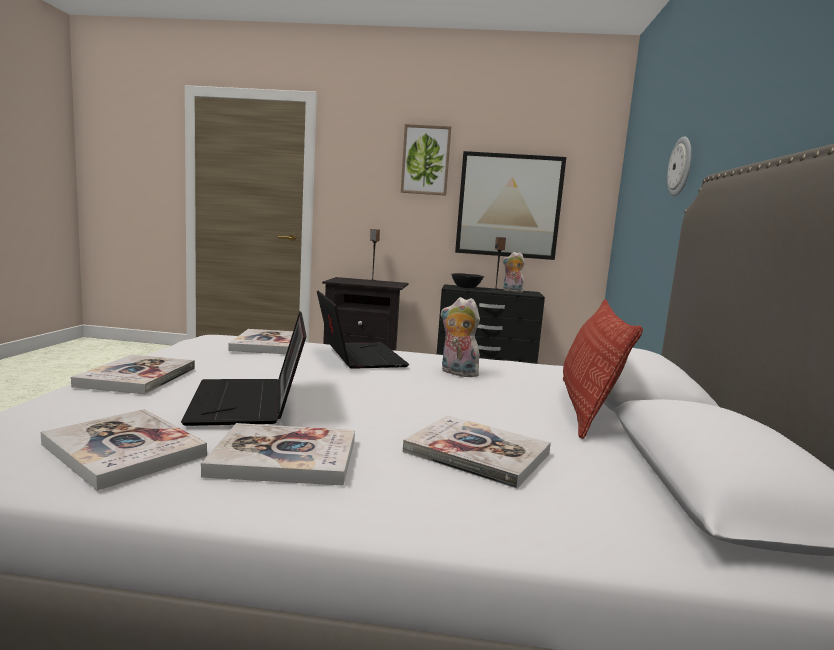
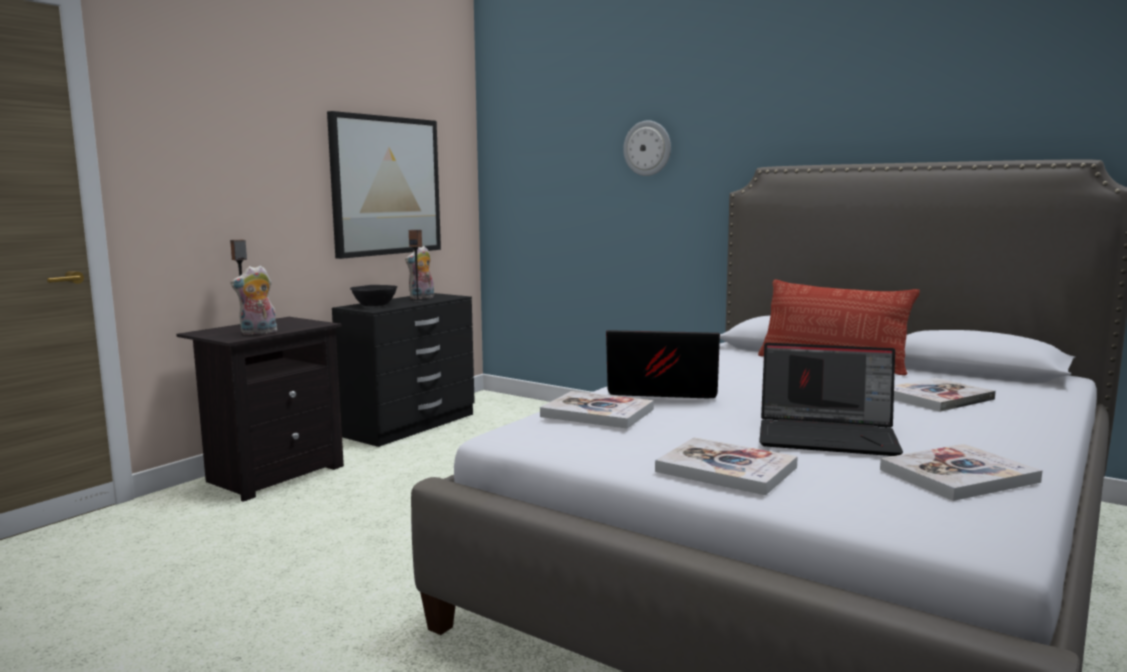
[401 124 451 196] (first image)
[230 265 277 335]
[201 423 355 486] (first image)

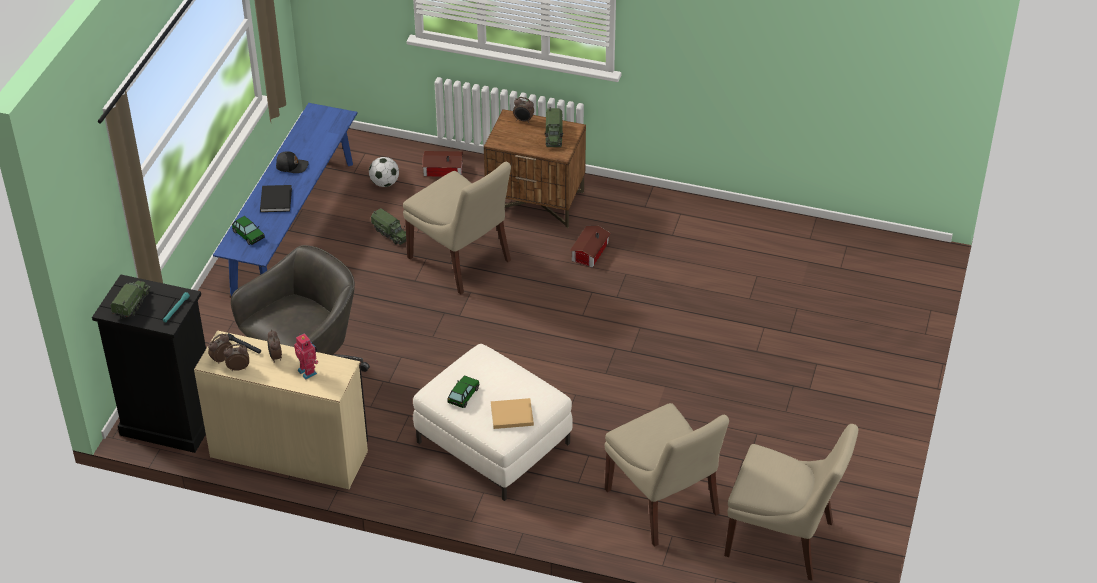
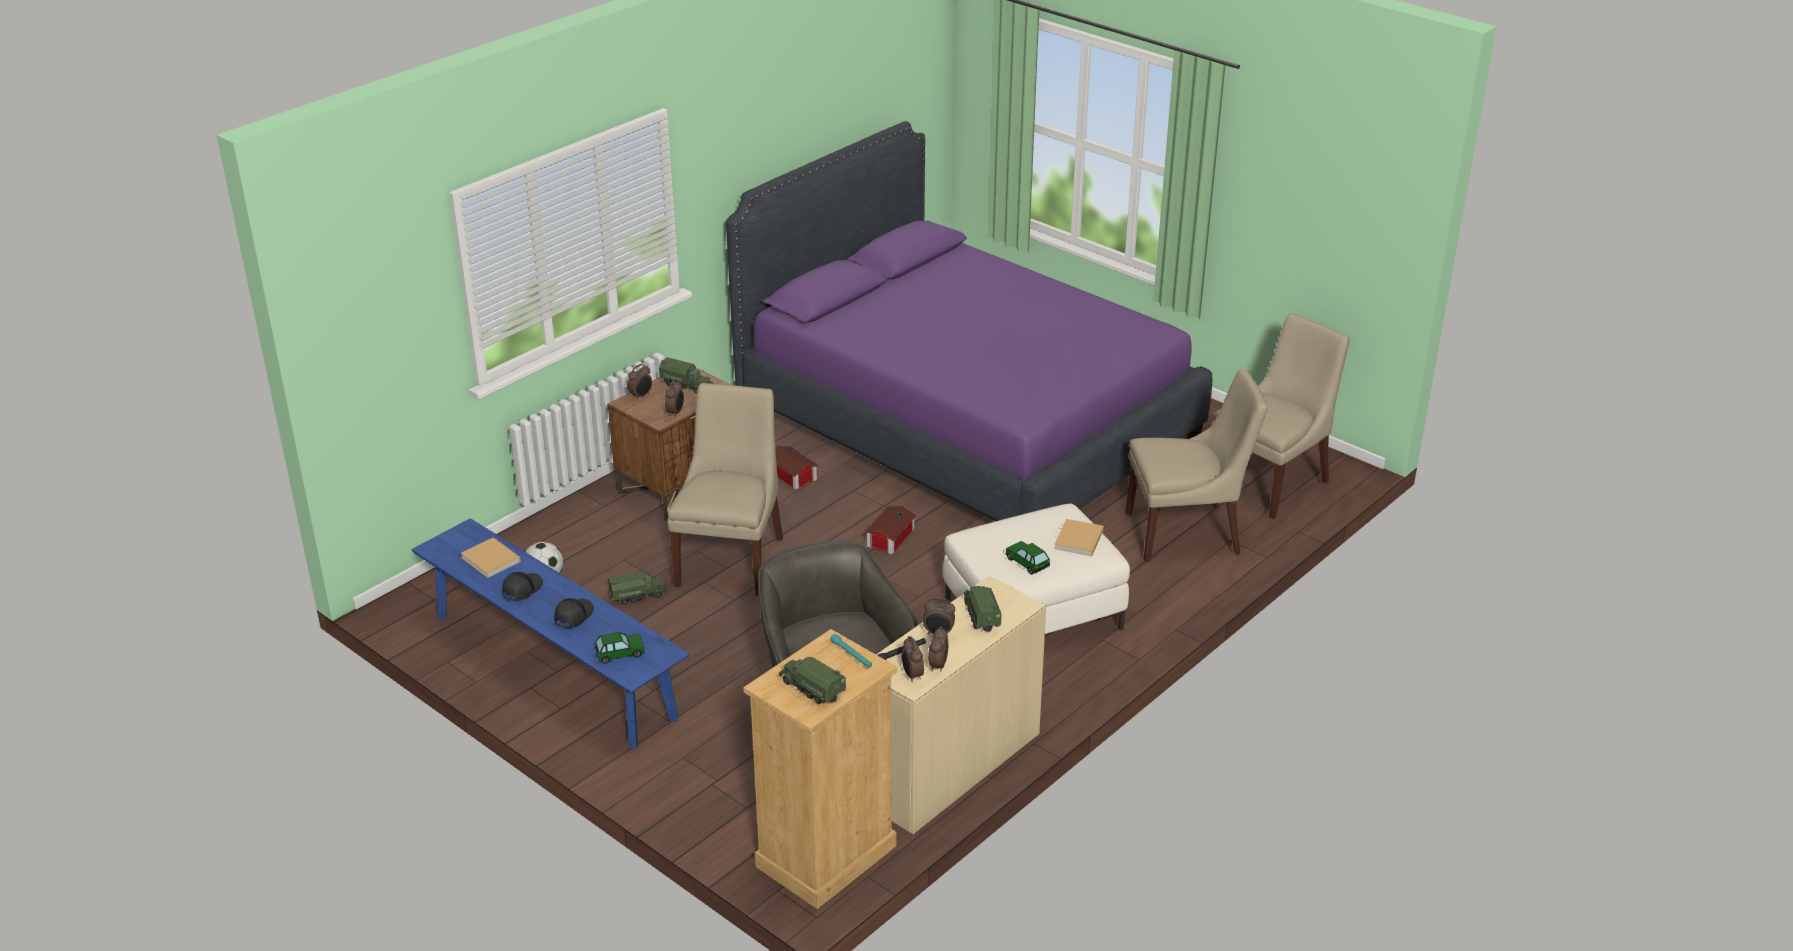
[864 506 917 554]
[667 383 783 596]
[554 598 594 628]
[743 629 898 909]
[964 586 1002 632]
[726 121 1212 521]
[665 380 684 417]
[460 538 521 578]

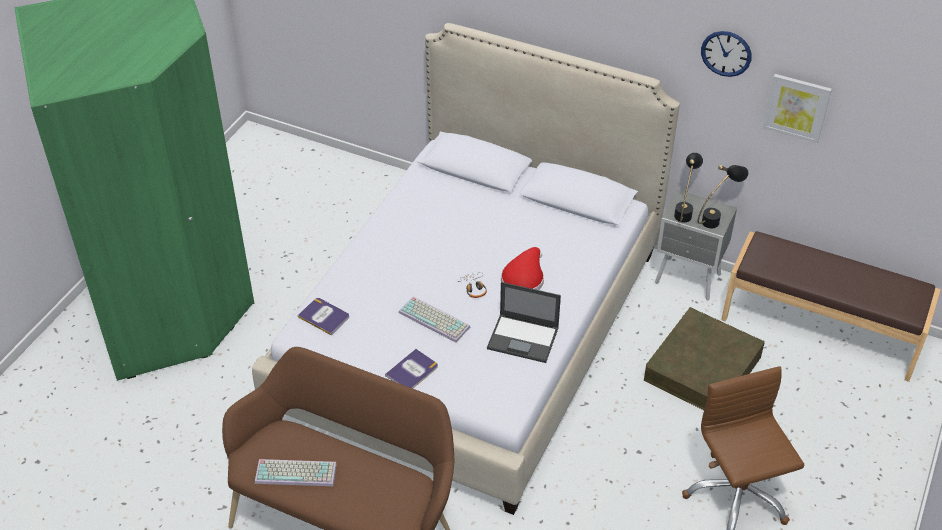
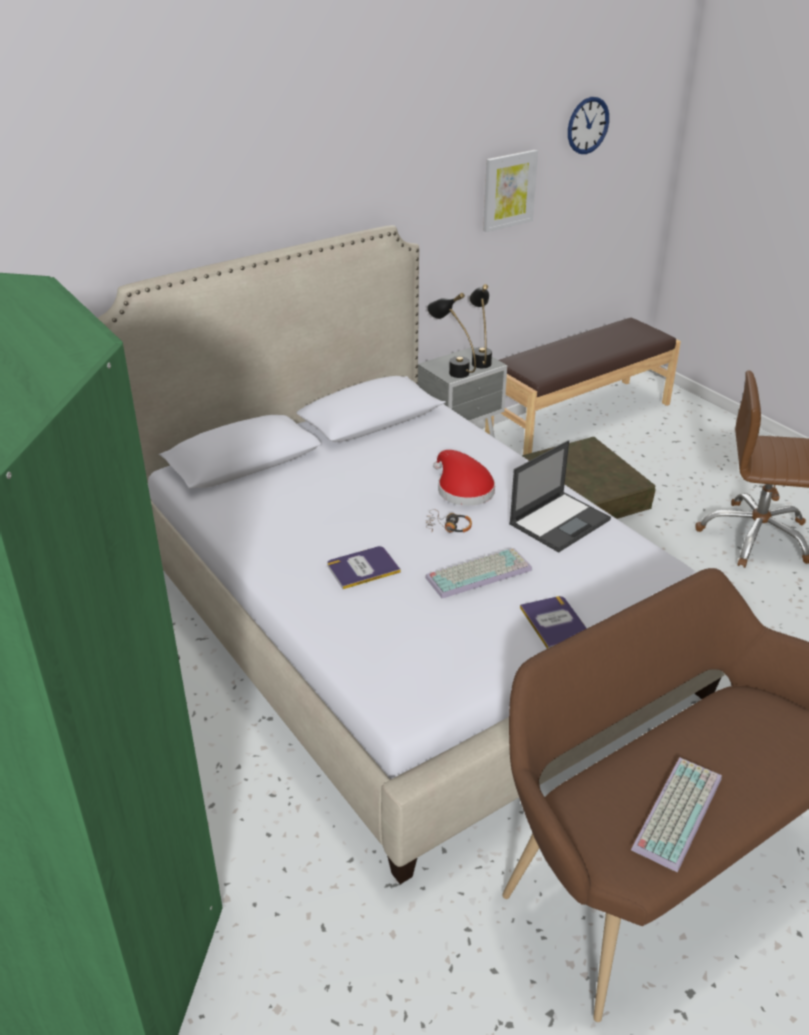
[568 97 609 154]
[327 546 401 589]

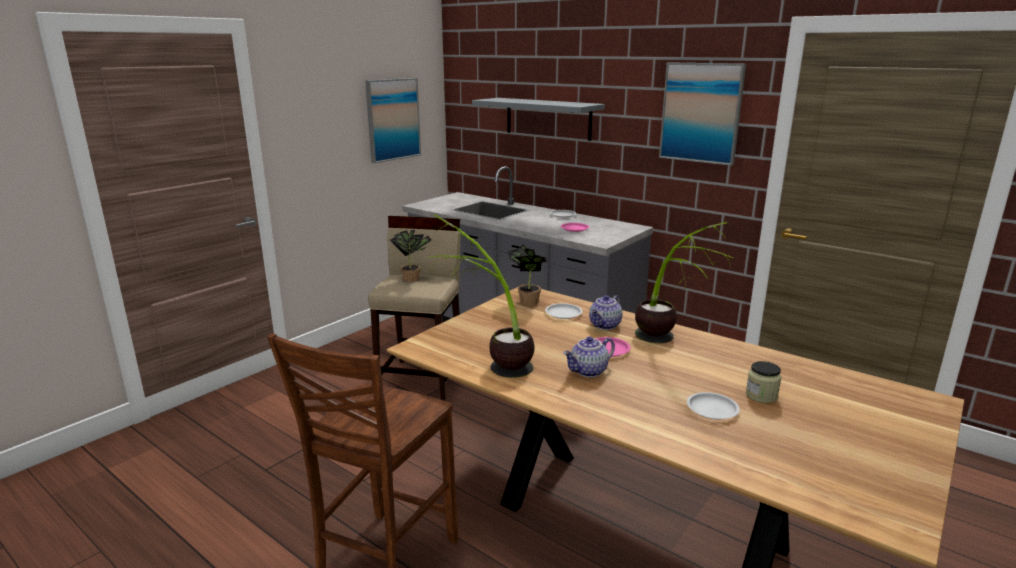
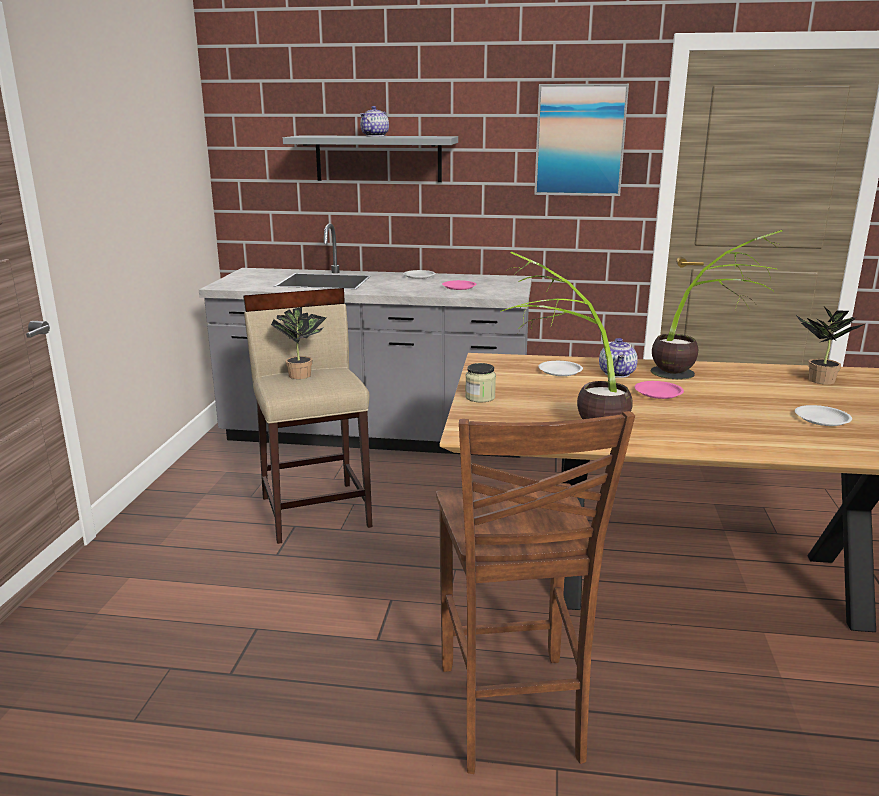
[365 78 421 163] (first image)
[796 307 864 384]
[360 106 389 136]
[465 363 496 402]

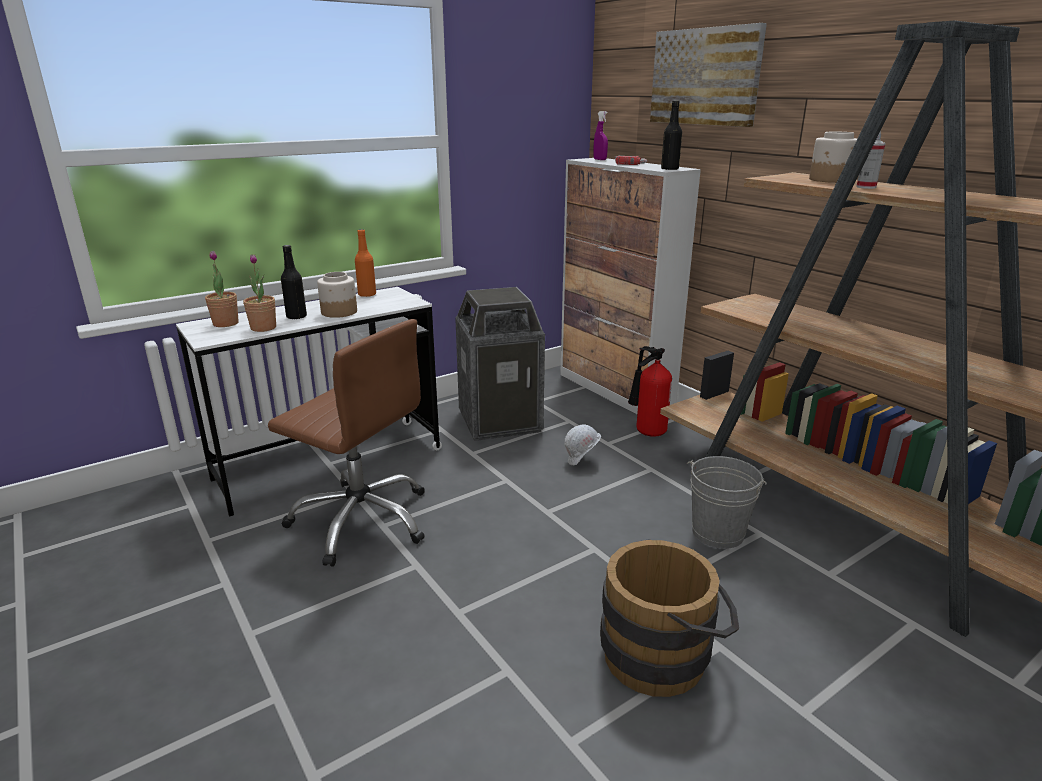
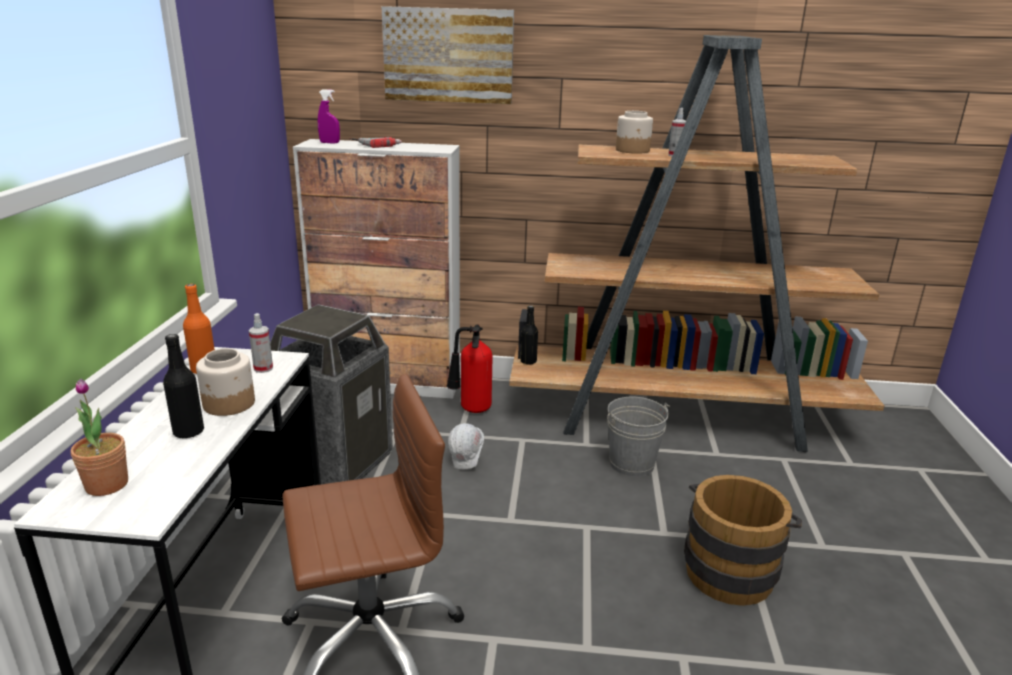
[520 305 538 365]
[243 254 276 332] (first image)
[249 313 273 373]

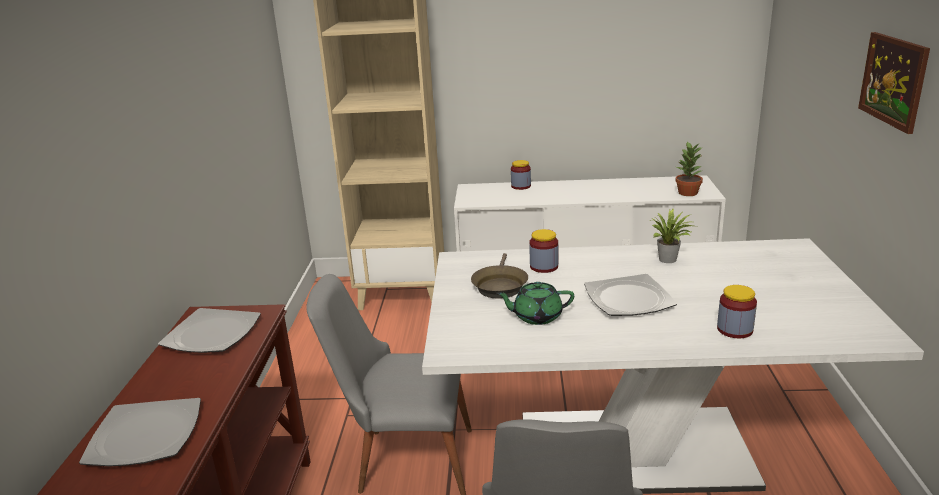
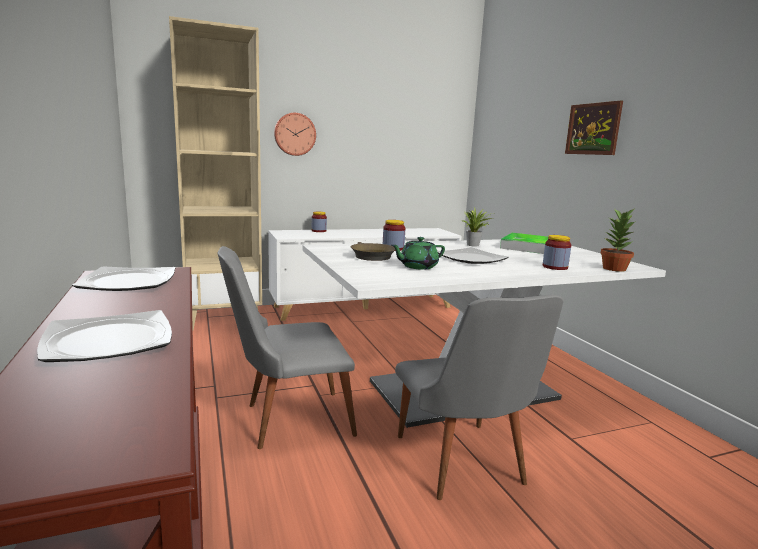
[600 208 636 272]
[274 113 316 156]
[500 233 548 254]

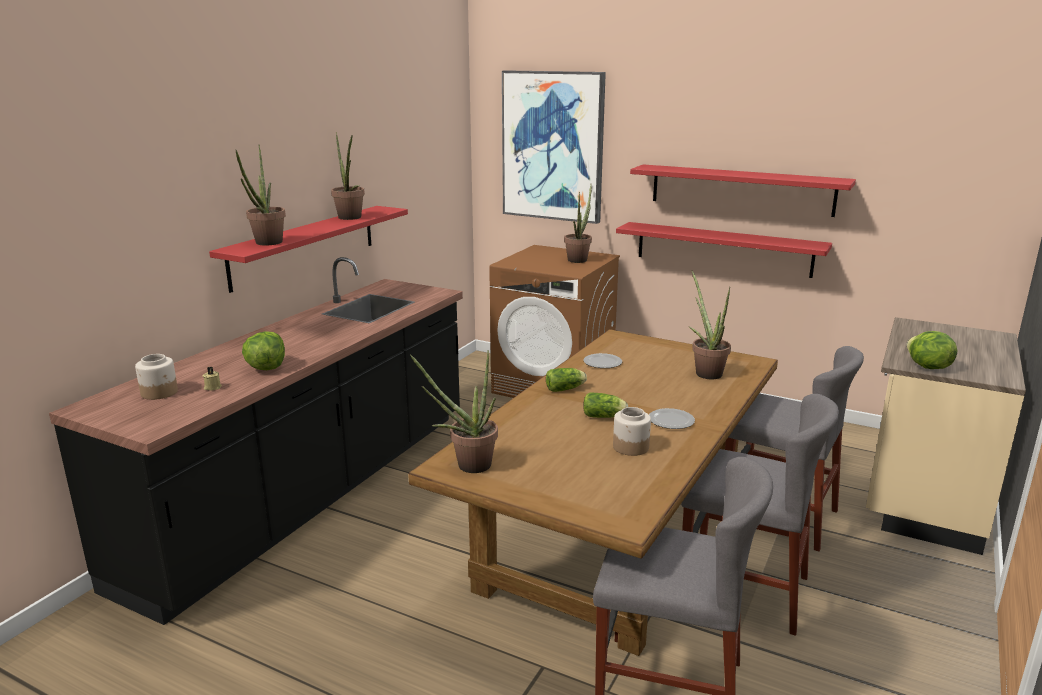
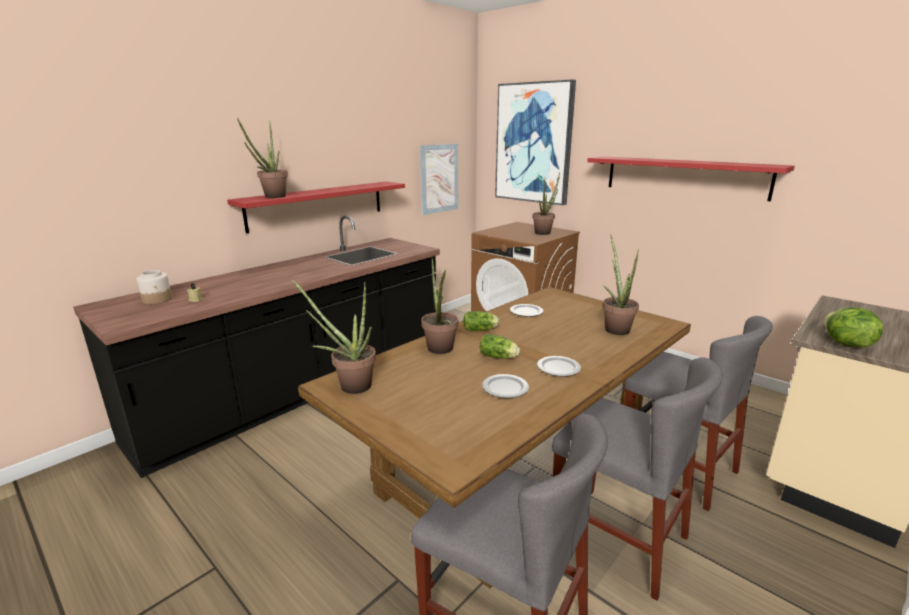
[421 256 459 354]
[616 222 832 278] (first image)
[242 331 285 370] (first image)
[482 374 529 398]
[420 144 458 215]

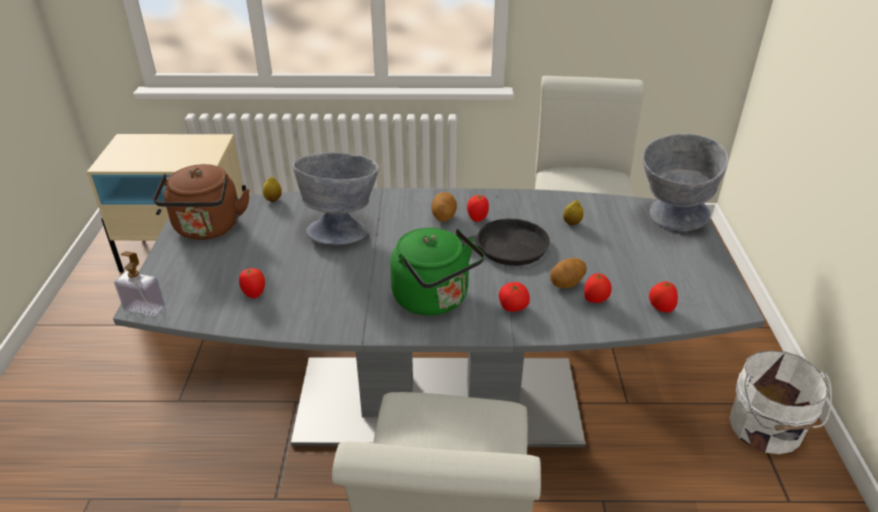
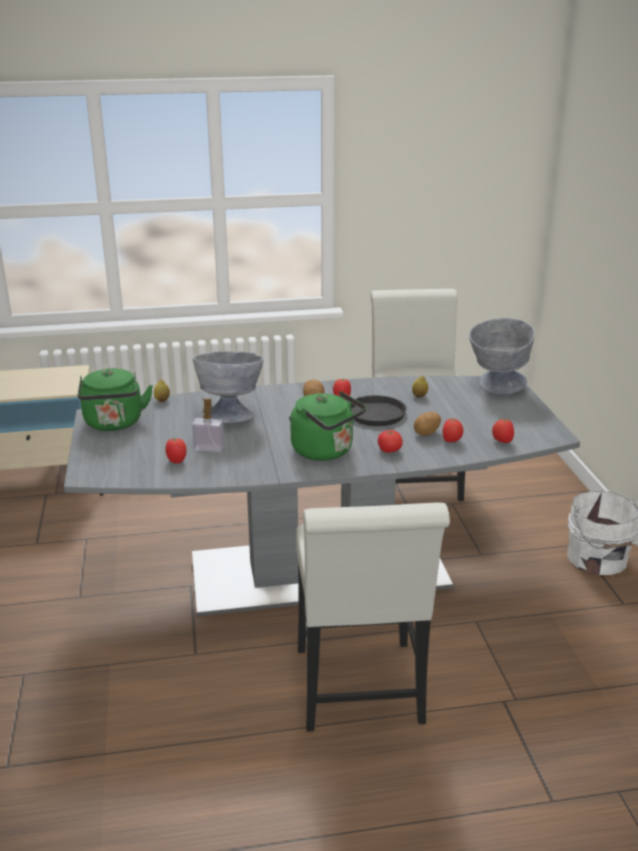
[78 369 153 431]
[192 398 225 452]

